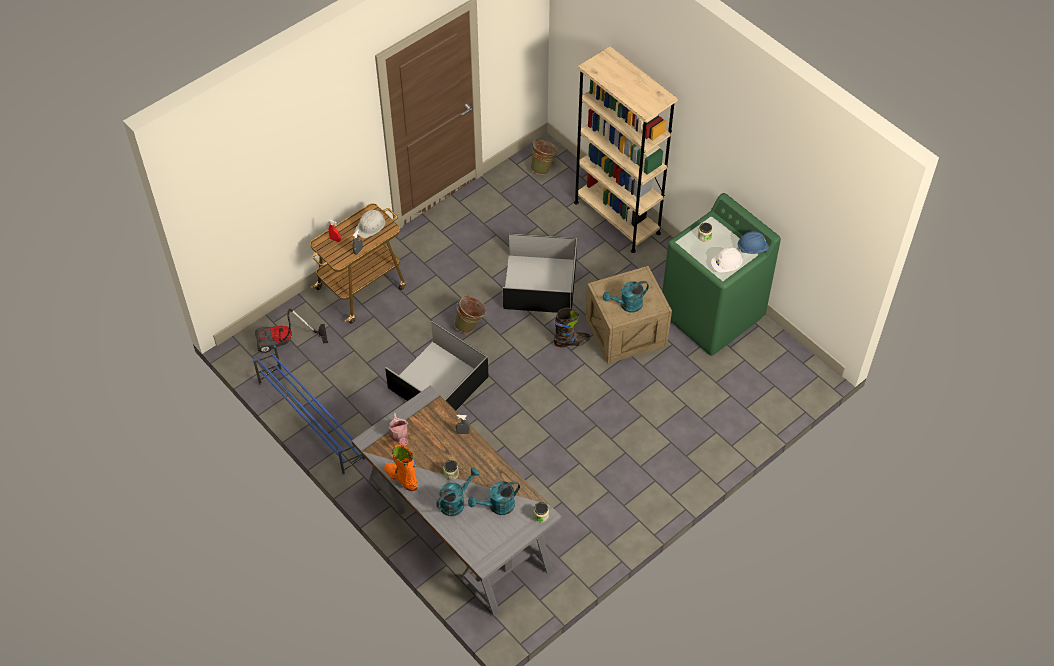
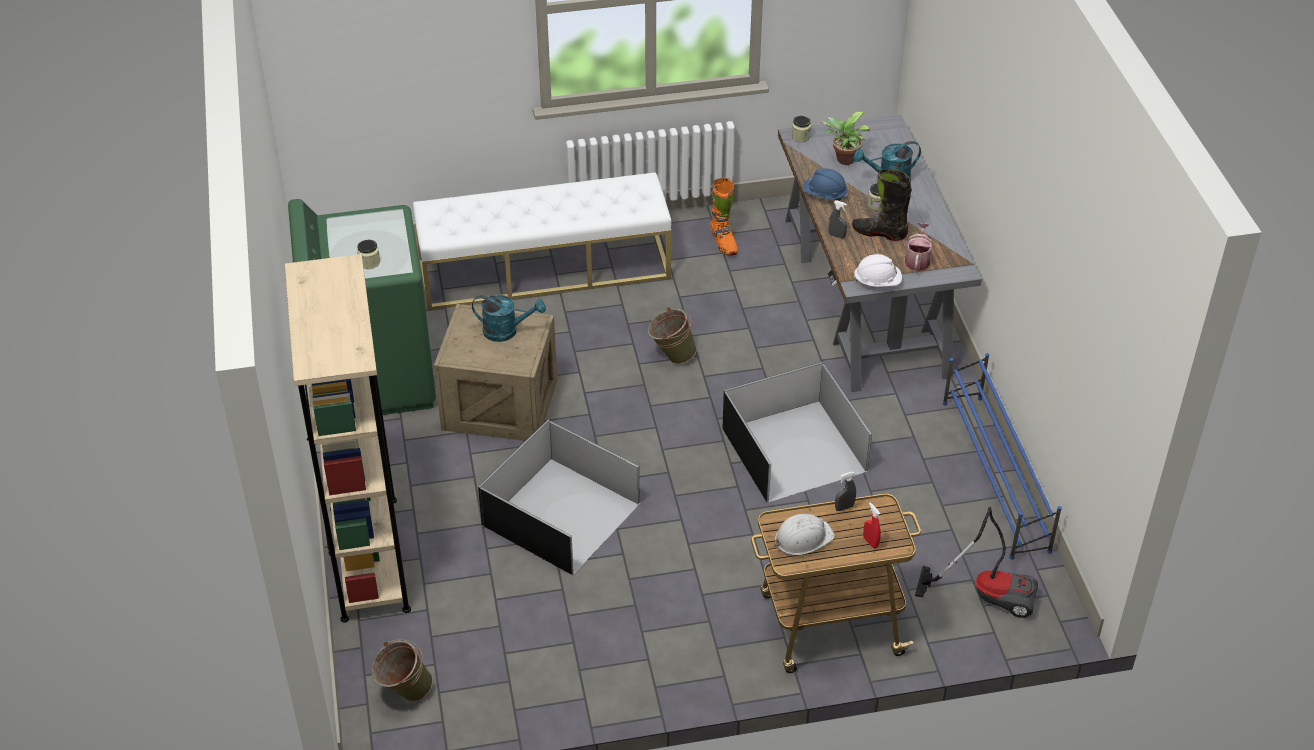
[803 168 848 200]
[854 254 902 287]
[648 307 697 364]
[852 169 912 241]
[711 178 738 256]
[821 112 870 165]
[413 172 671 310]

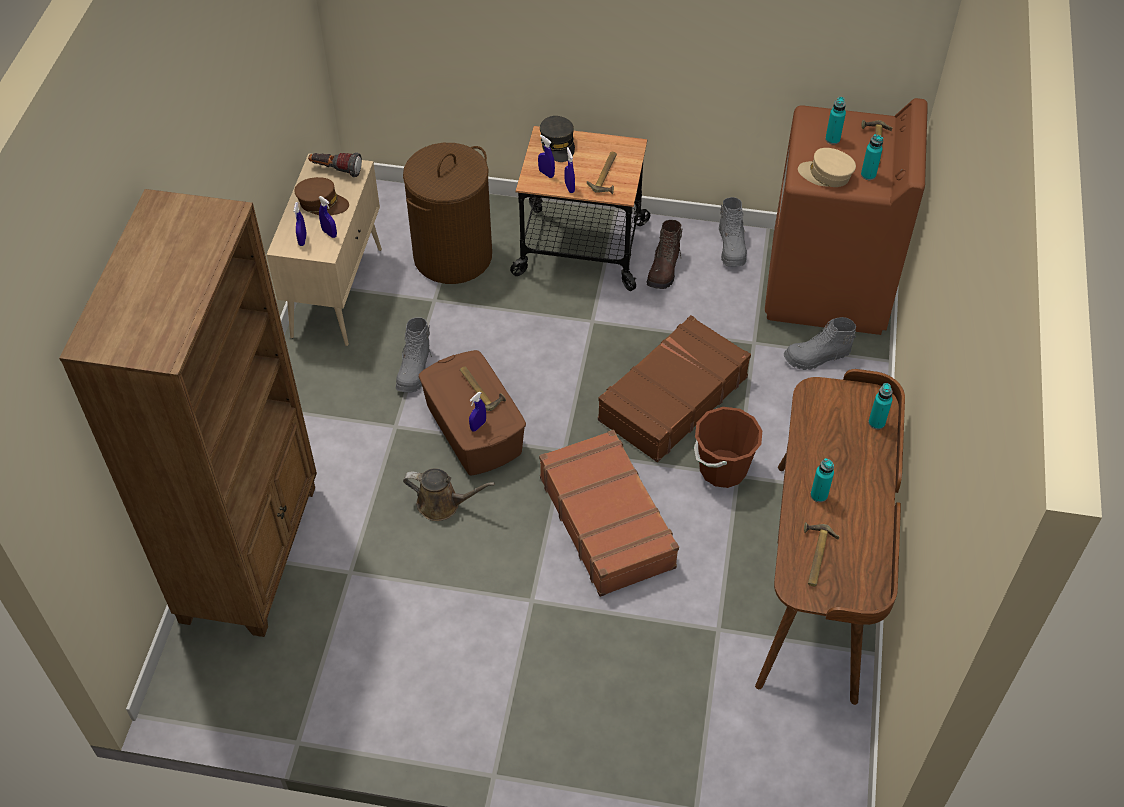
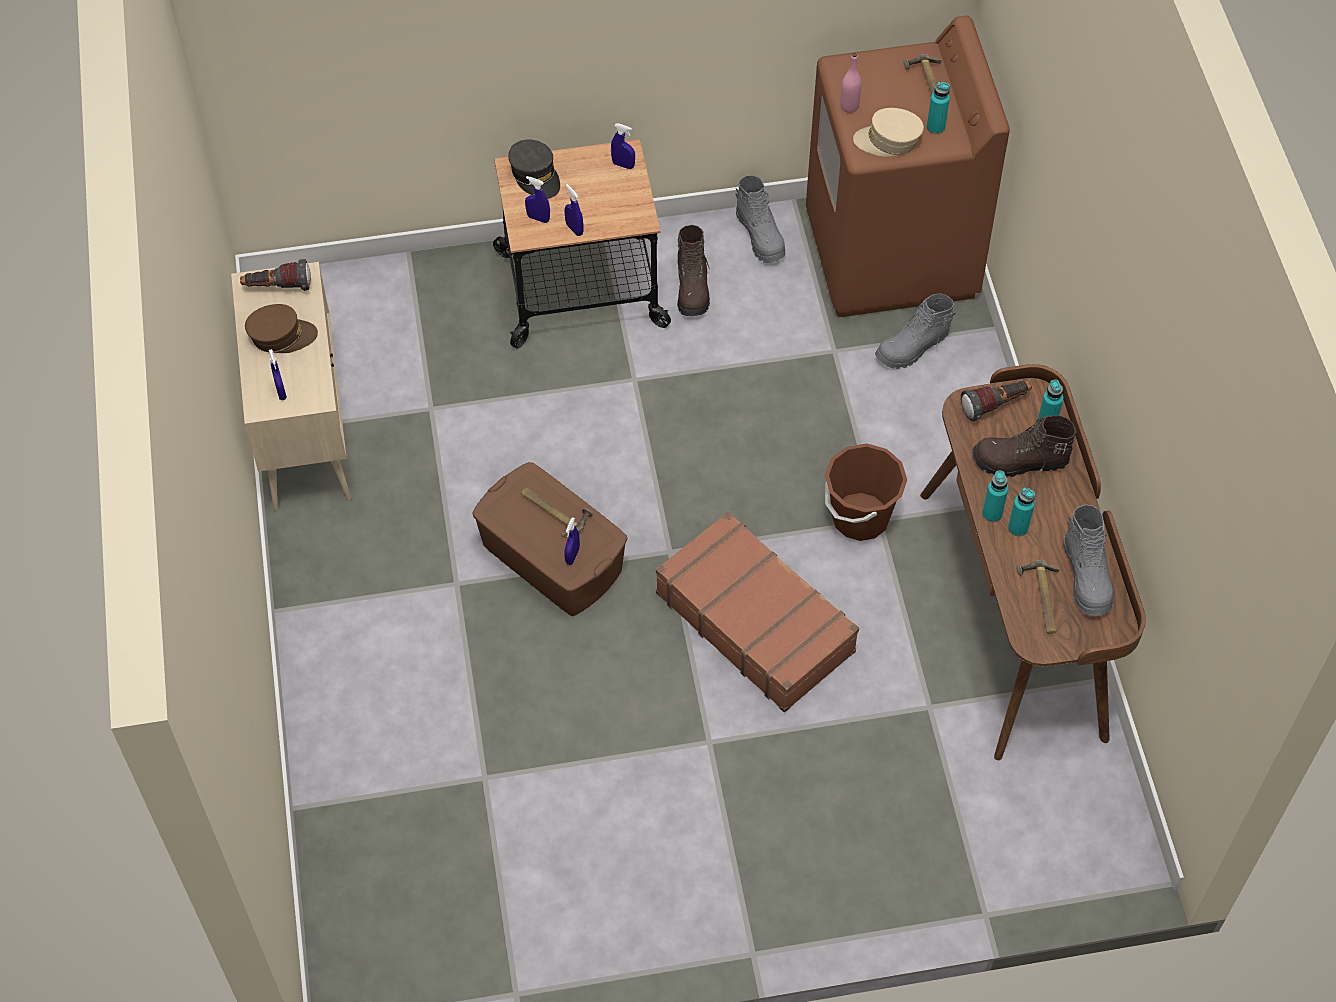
[982 470 1008 522]
[403 143 492 284] (first image)
[587 152 617 194] (first image)
[59 189 317 637] (first image)
[611 123 635 169]
[598 315 751 462] (first image)
[1063 505 1113 616]
[403 468 495 521] (first image)
[840 53 862 113]
[961 381 1032 421]
[972 415 1077 477]

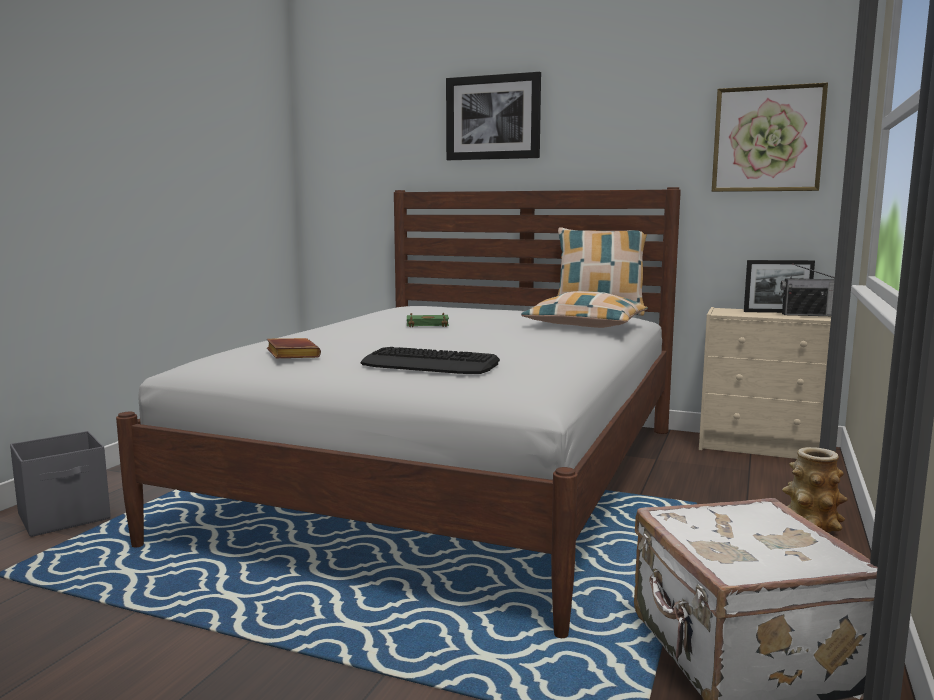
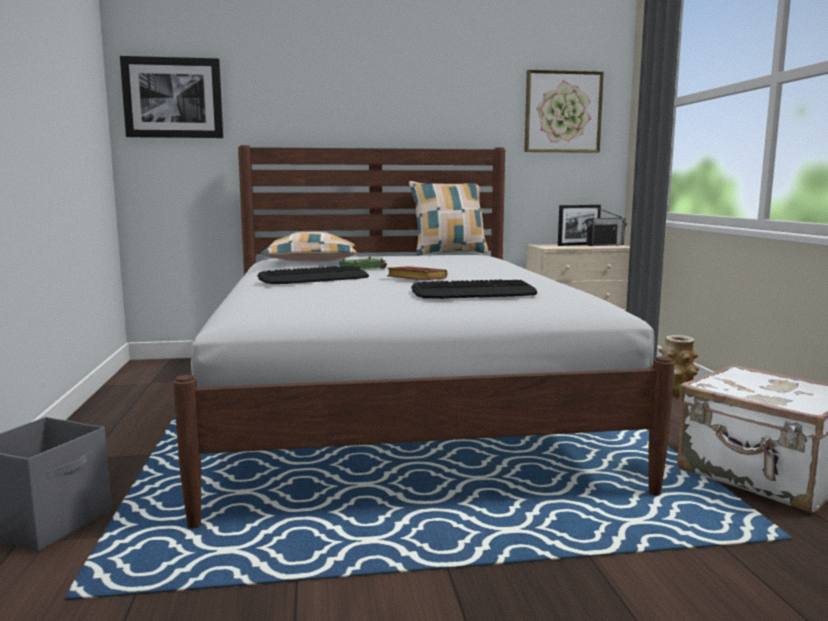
[120 56 223 138]
[261 232 356 262]
[387 266 447 280]
[257 266 369 284]

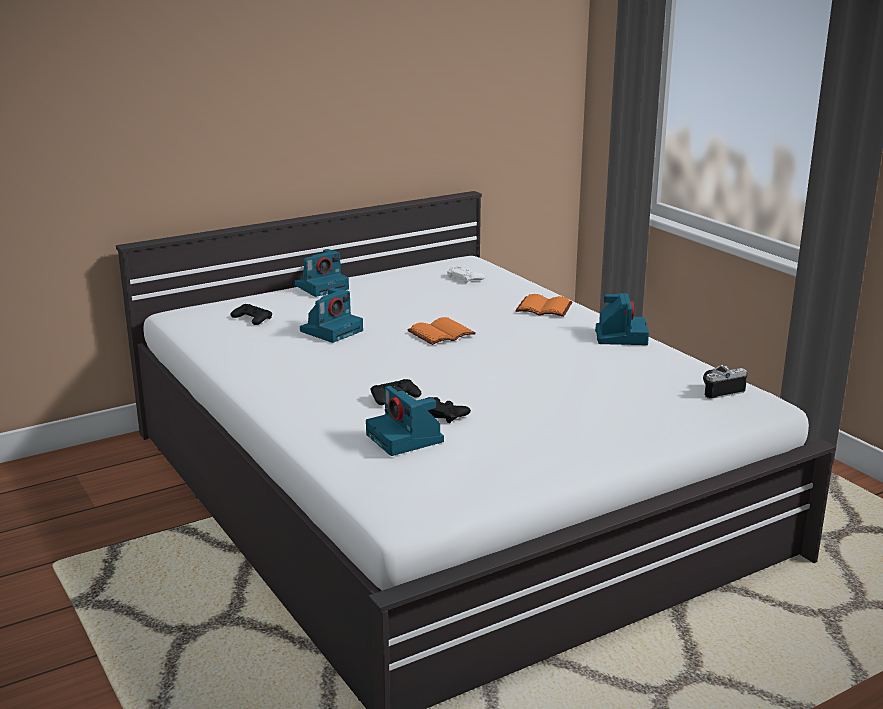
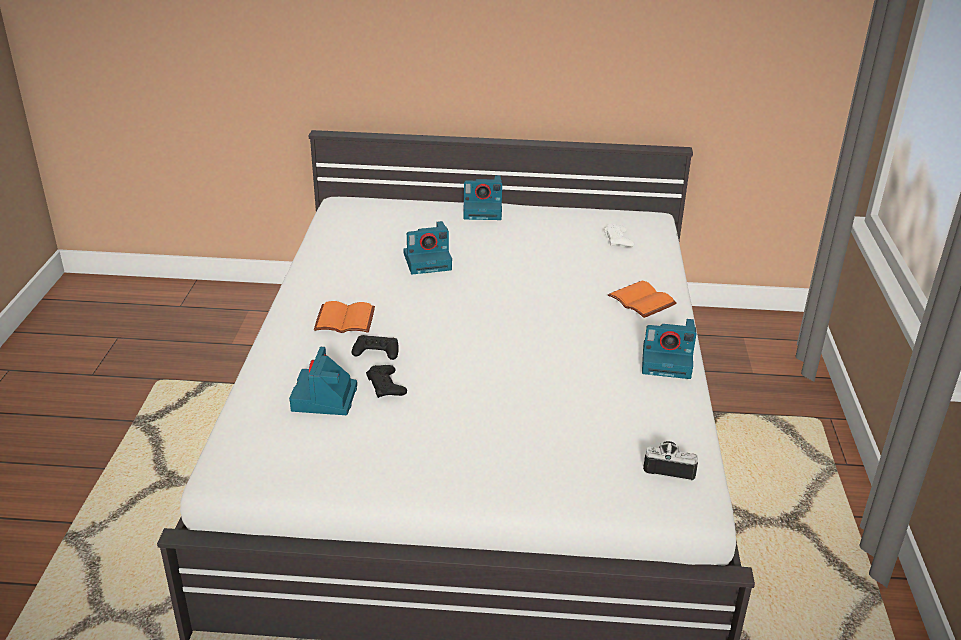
[642 319 696 379]
[230 304 272 325] (first image)
[314 301 375 333]

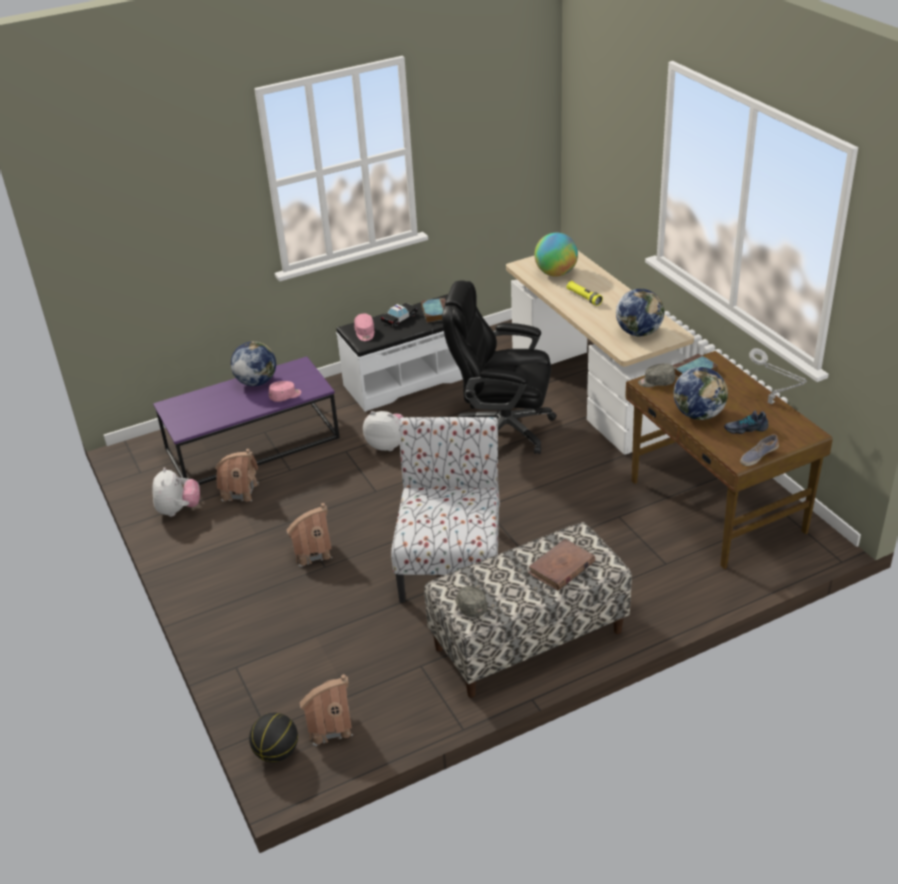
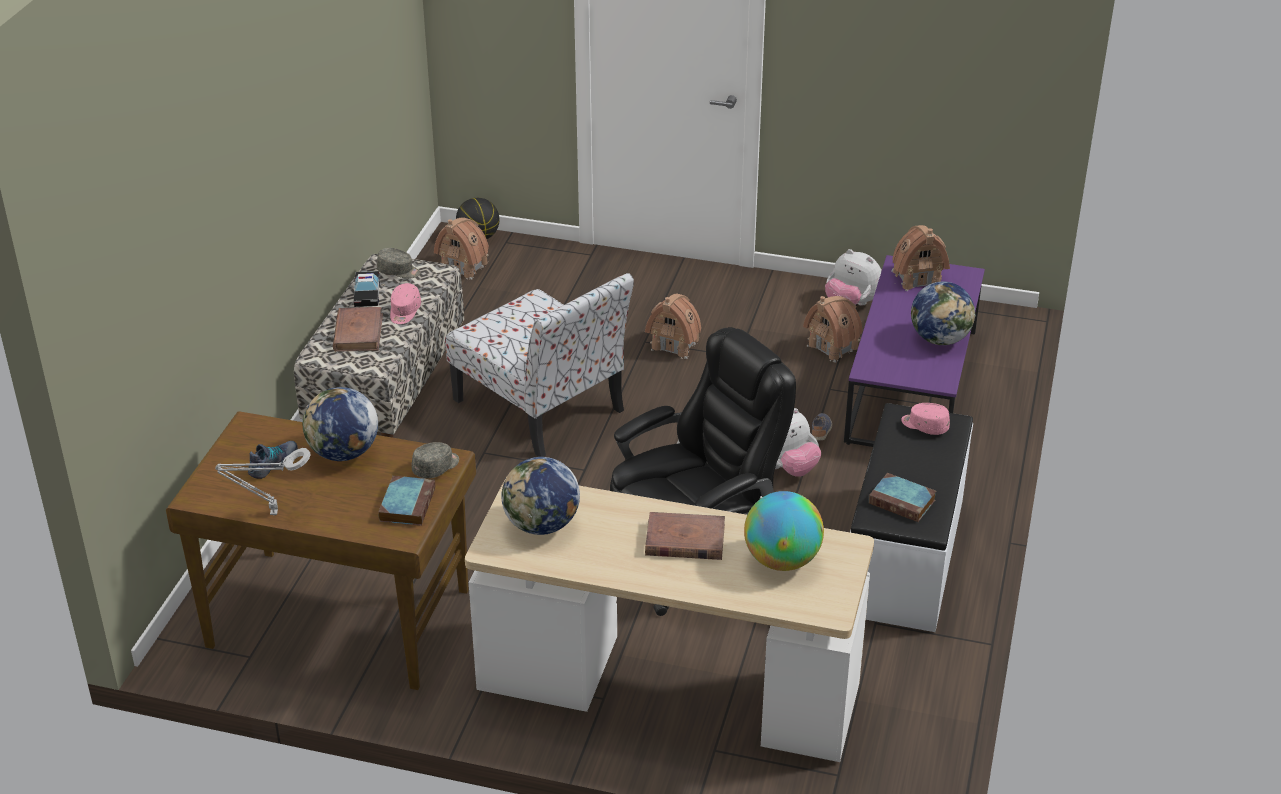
[645 512 725 560]
[354 271 380 307]
[390 283 421 324]
[812 413 832 441]
[891 225 950 291]

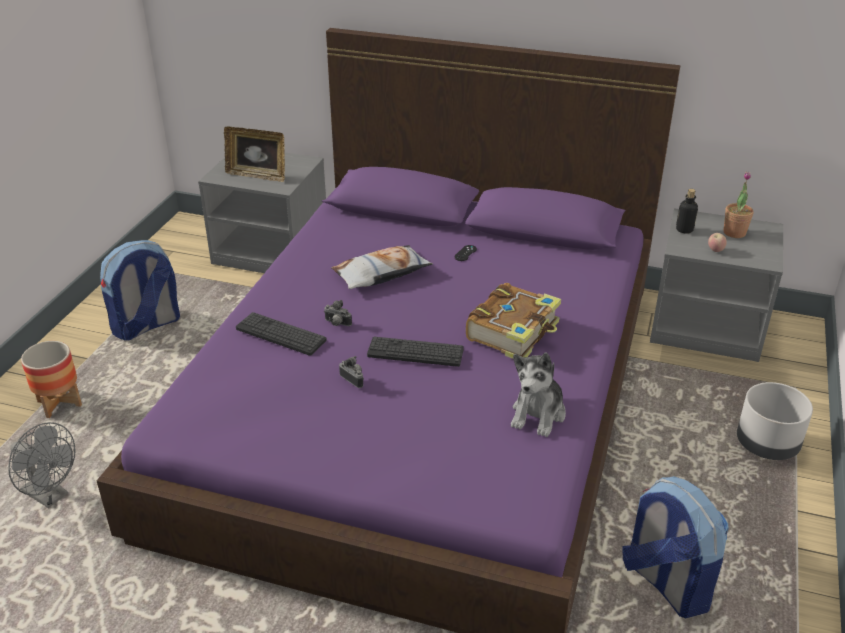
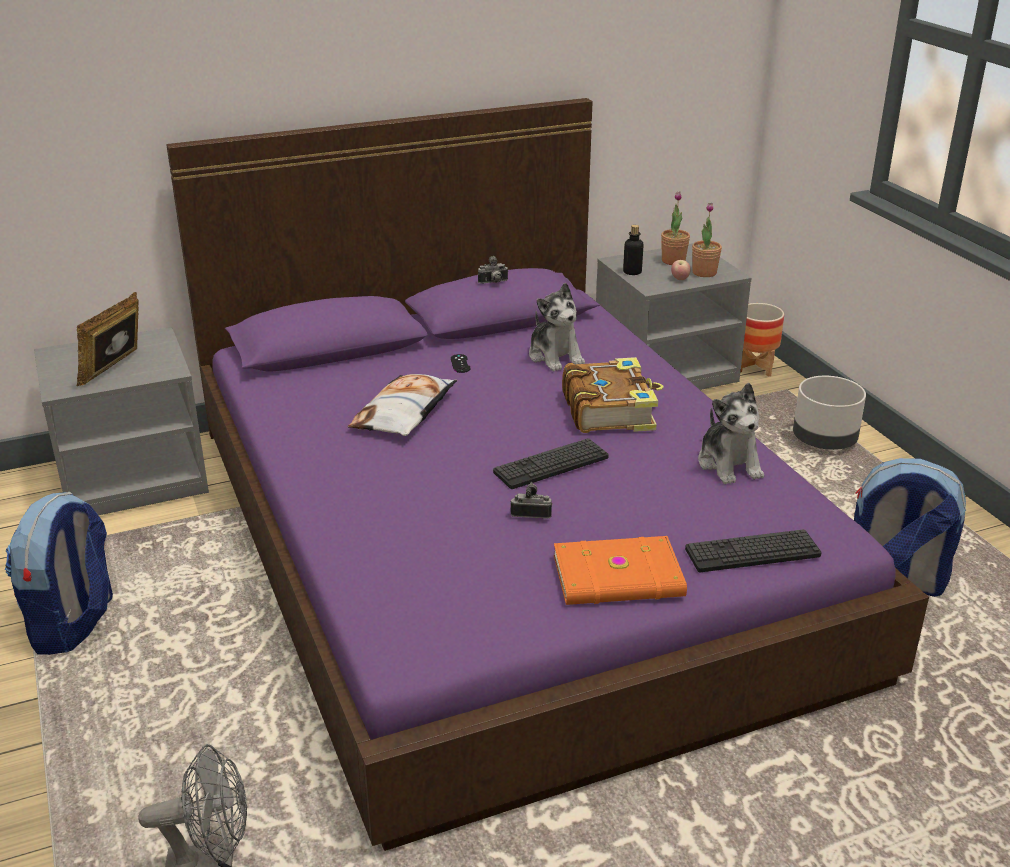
[76 292 139 386]
[478 256 508 284]
[685 529 821 572]
[740 303 784 377]
[692 203 722 277]
[529 283 585 371]
[554 536 687 605]

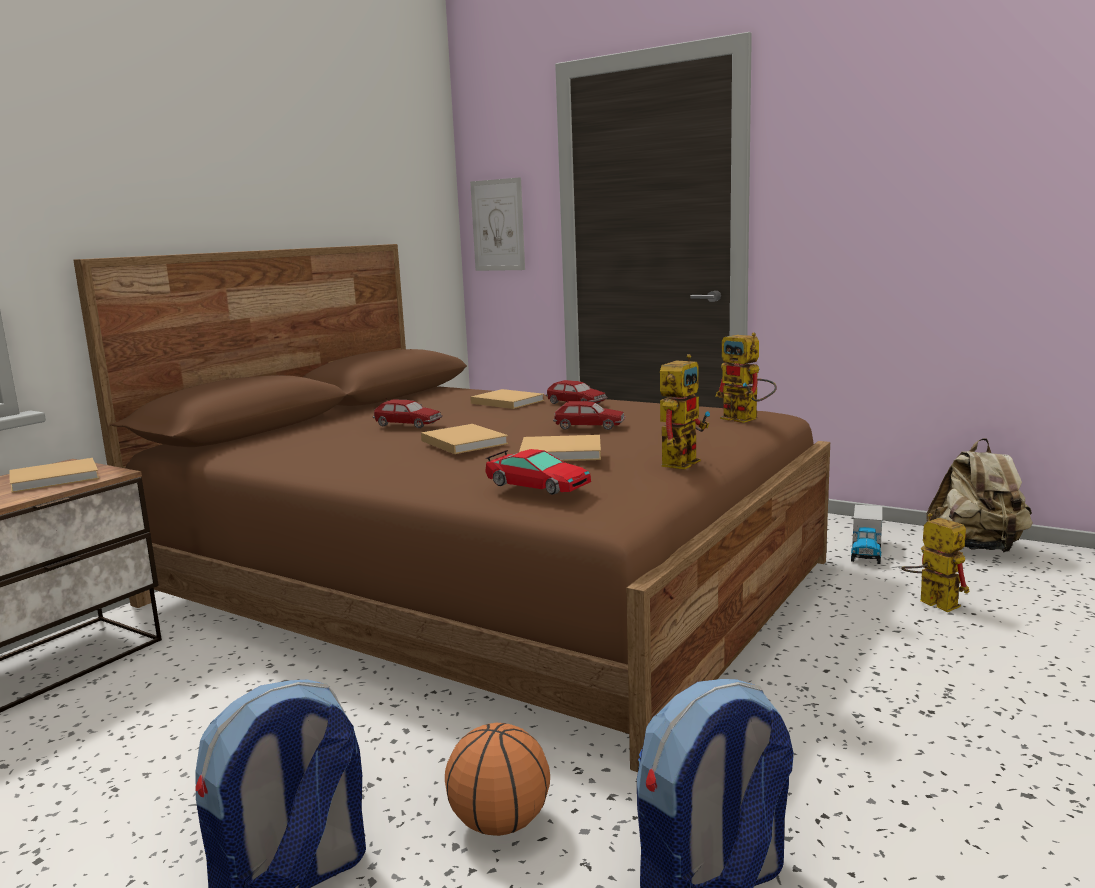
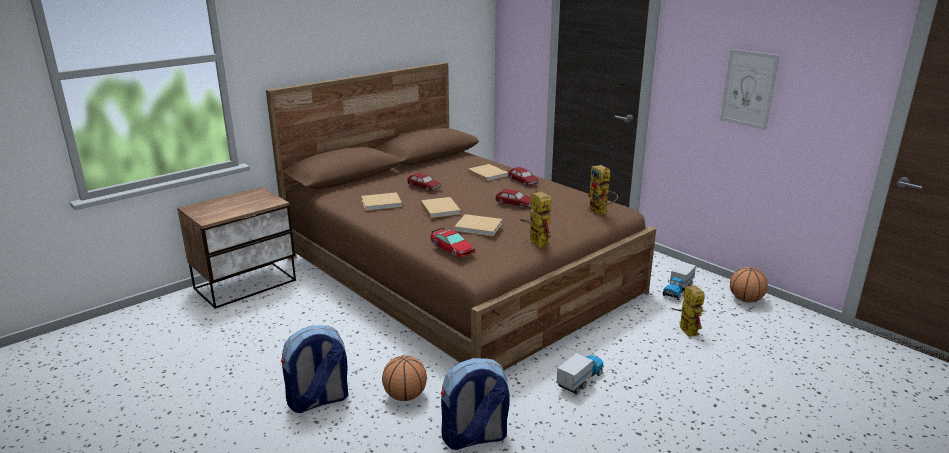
[720 49 780 130]
[520 189 551 248]
[730 267 768 302]
[361 192 402 211]
[557 353 604 395]

